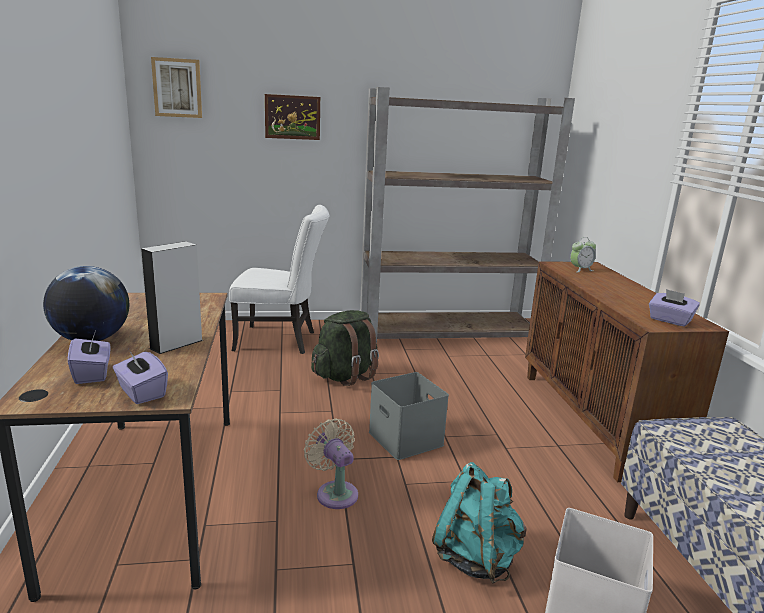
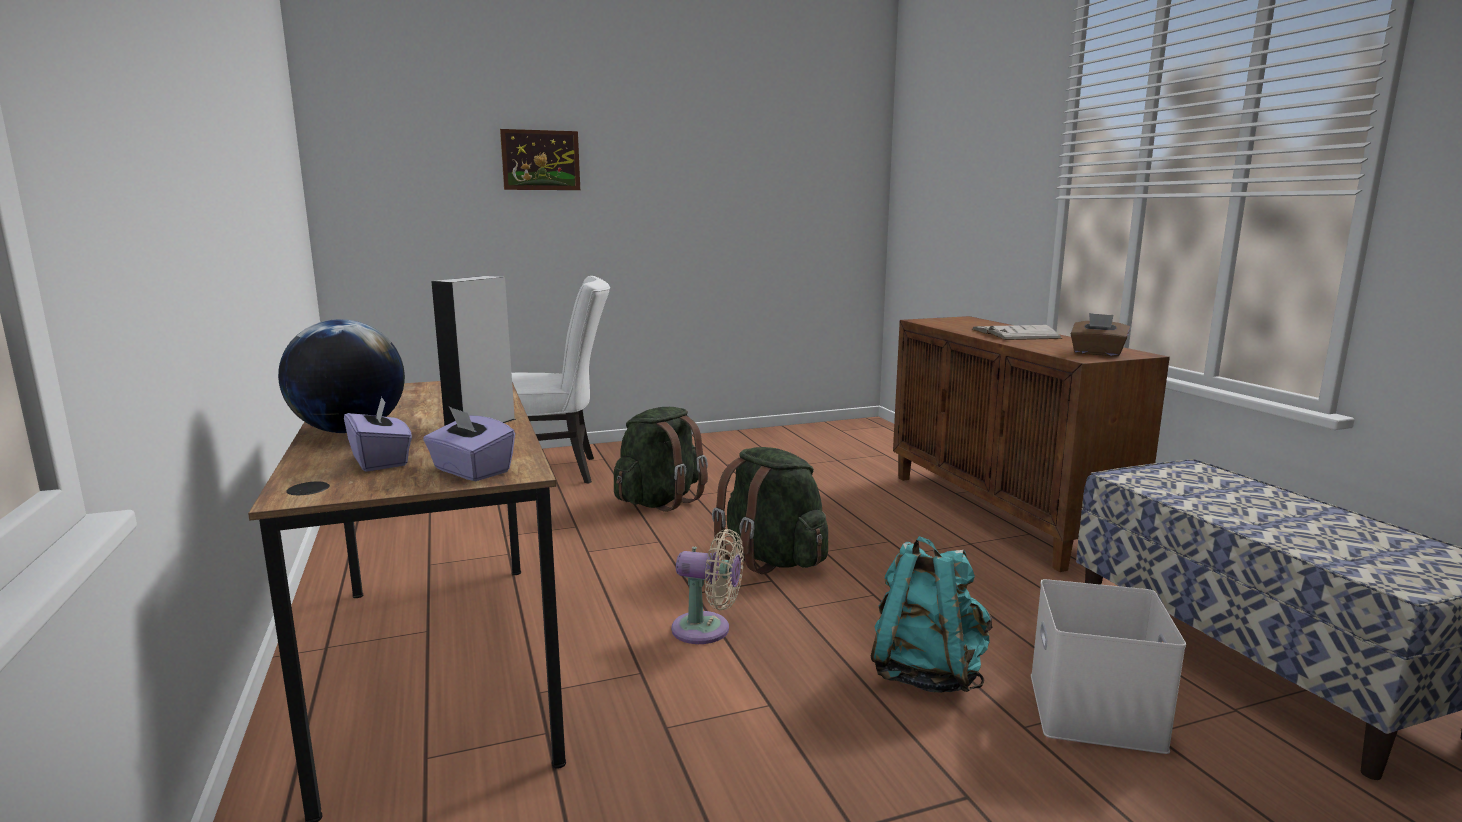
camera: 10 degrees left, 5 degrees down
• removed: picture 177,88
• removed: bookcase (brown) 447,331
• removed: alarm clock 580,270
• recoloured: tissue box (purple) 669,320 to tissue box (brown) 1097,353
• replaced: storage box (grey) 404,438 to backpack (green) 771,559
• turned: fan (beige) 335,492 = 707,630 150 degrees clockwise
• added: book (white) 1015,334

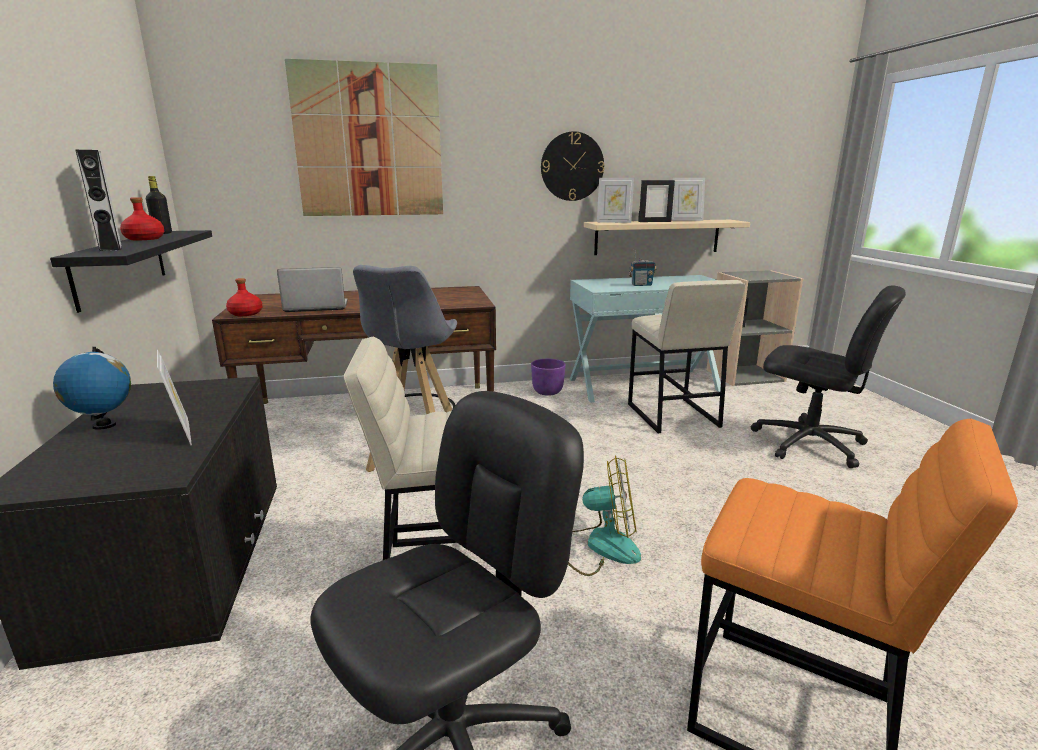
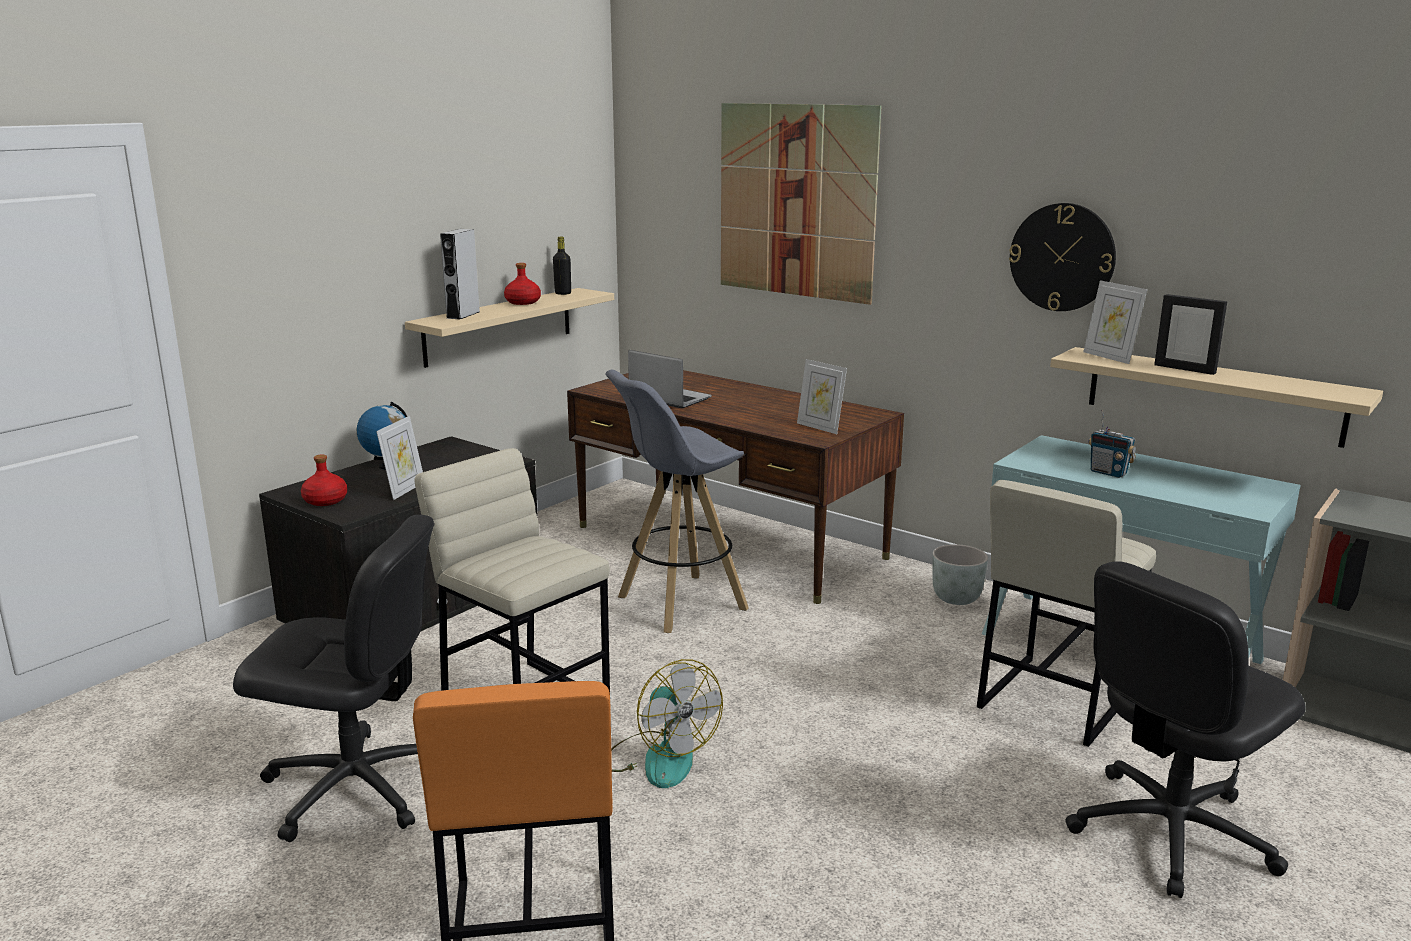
camera: 50 degrees right, 0 degrees up
• moved: picture frame 686,220 to 820,427
• recoloured: shelf (black) 121,266 to shelf (beige) 499,326
• moved: bottle (red) 245,314 to 325,501
• turned: office chair (black) 809,443 = 1170,832 60 degrees clockwise
• recoloured: planter (purple) 547,392 to planter (grey) 956,598

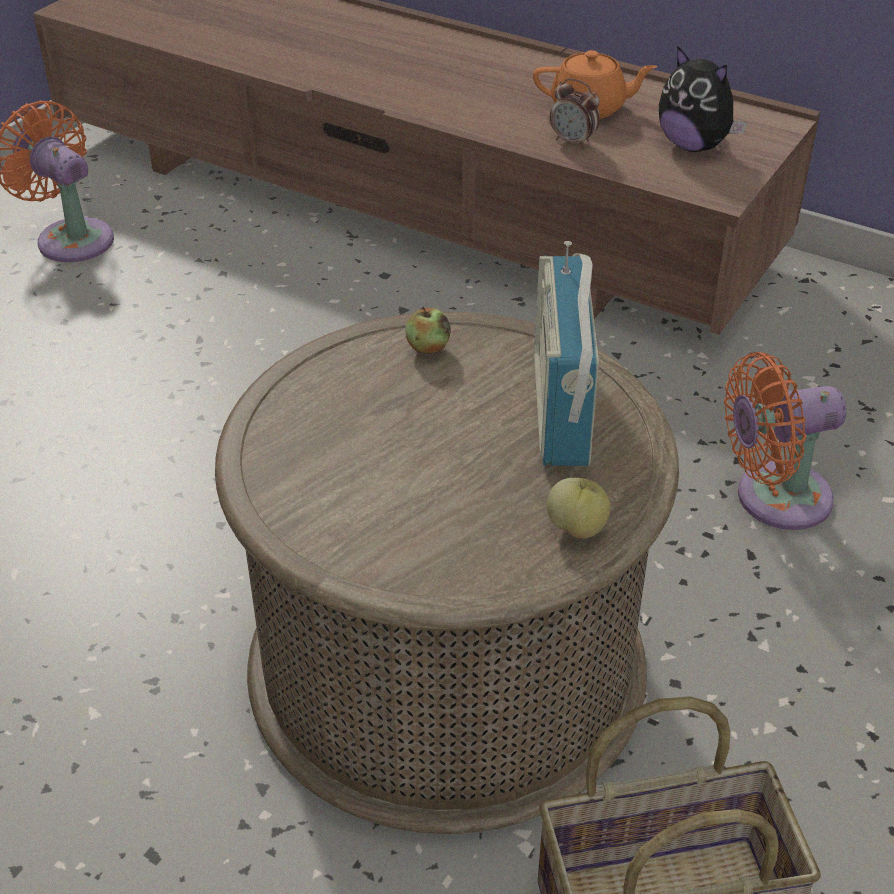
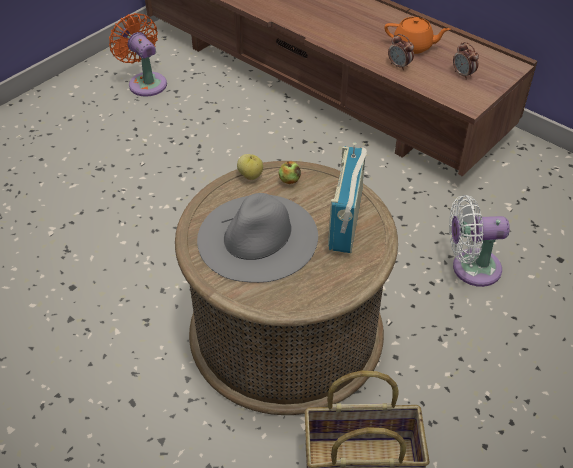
camera: 10 degrees right, 5 degrees up
• replaced: plush toy 694,146 to alarm clock 463,74
• recoloured: fan (orange) 773,498 to fan (white) 471,268
• moved: apple 577,527 to 250,175
• added: hat (grey) 258,237

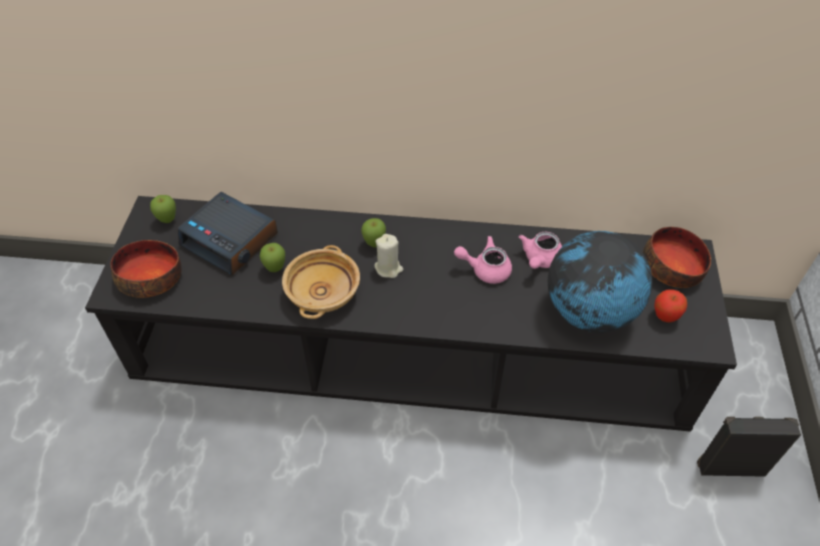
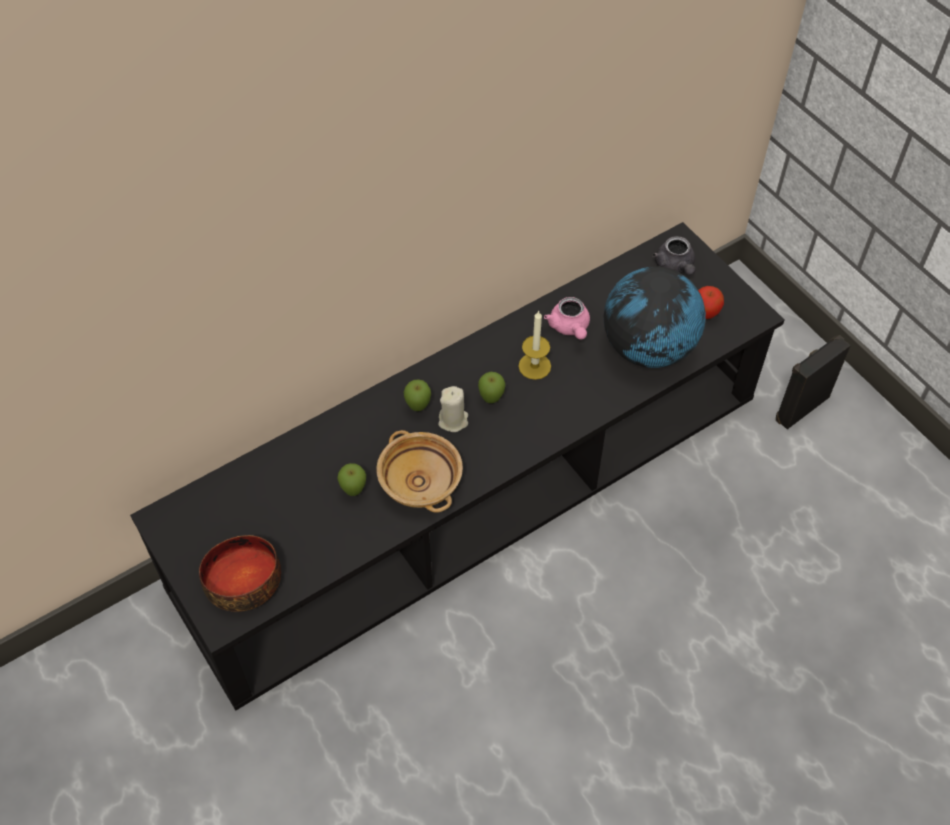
camera: 40 degrees left, 5 degrees up
• removed: alarm clock 231,240
• moved: apple 168,220 to 491,399
• replaced: bowl 673,267 to teapot (grey) 675,266
• replaced: teapot (pink) 485,269 to candle 534,366

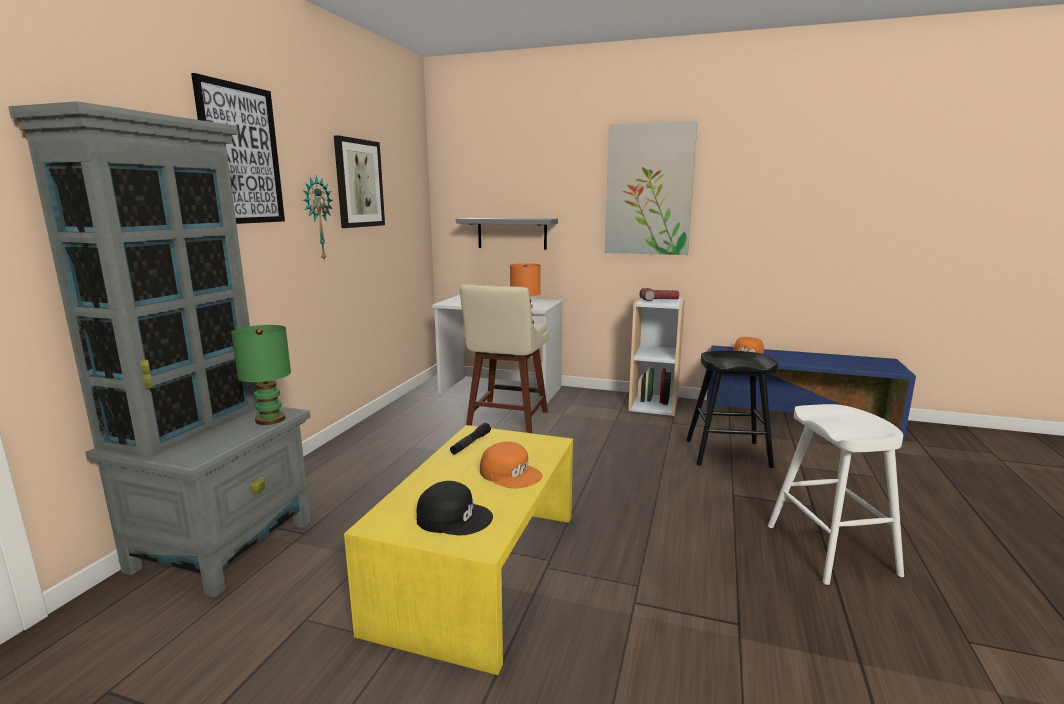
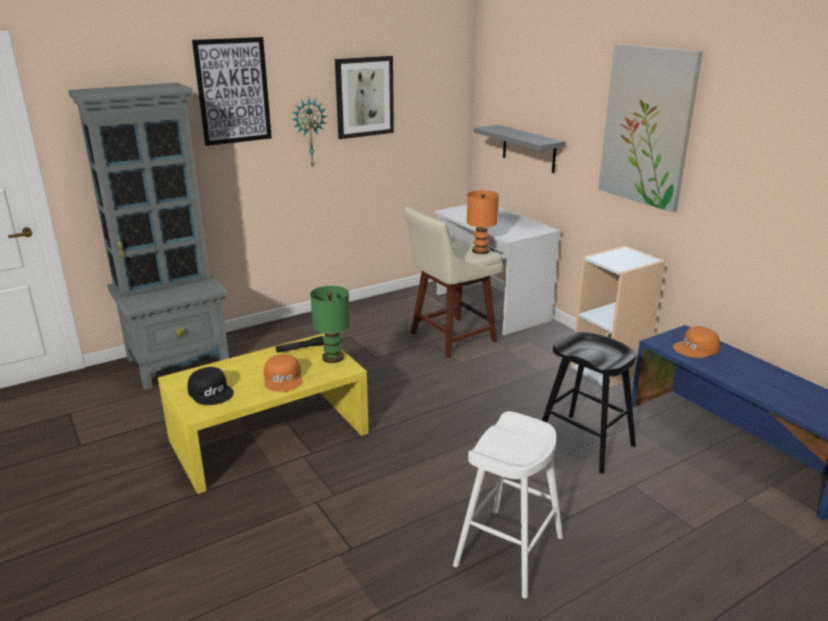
camera: 40 degrees right, 10 degrees up
• removed: flashlight 659,300
• moved: table lamp (green) 270,419 to 333,357

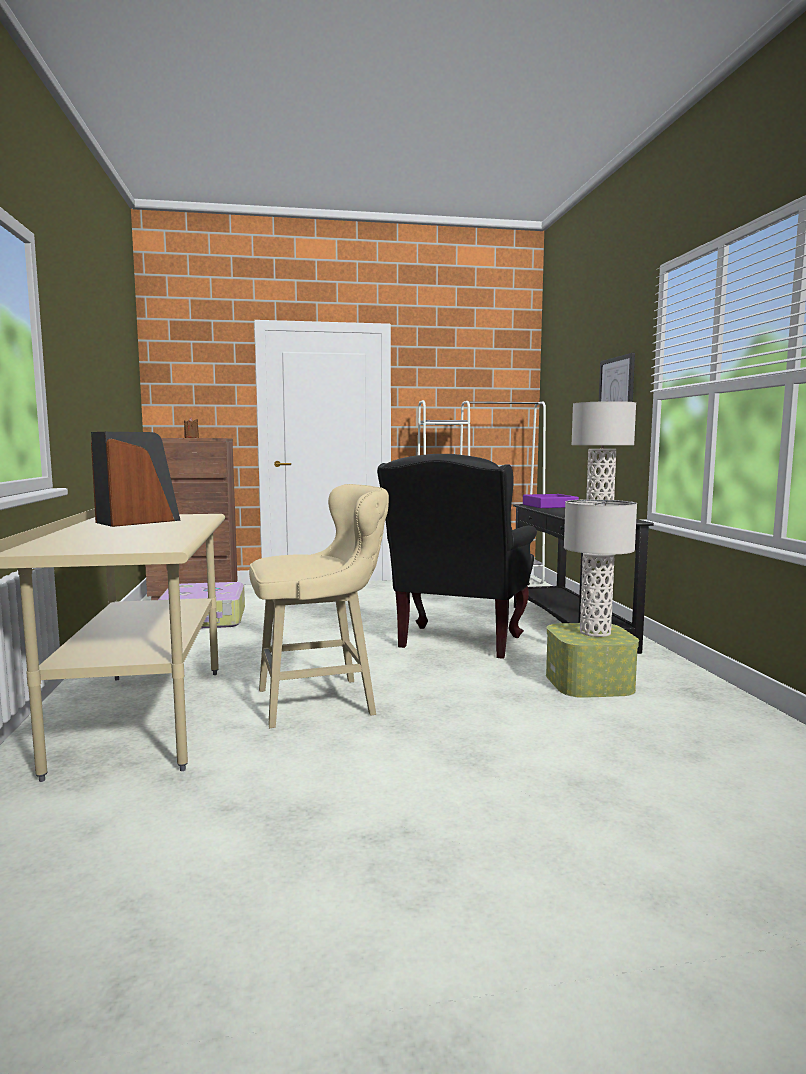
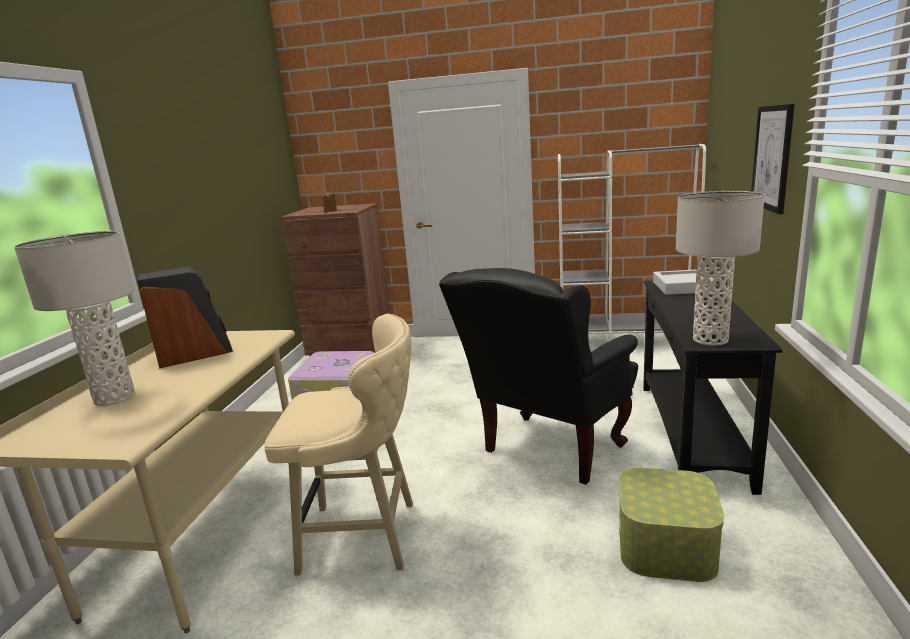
camera: 20 degrees right, 10 degrees up
• recoloured: tray (purple) 549,506 to tray (grey) 683,287
• moved: table lamp (white) 594,632 to 114,397

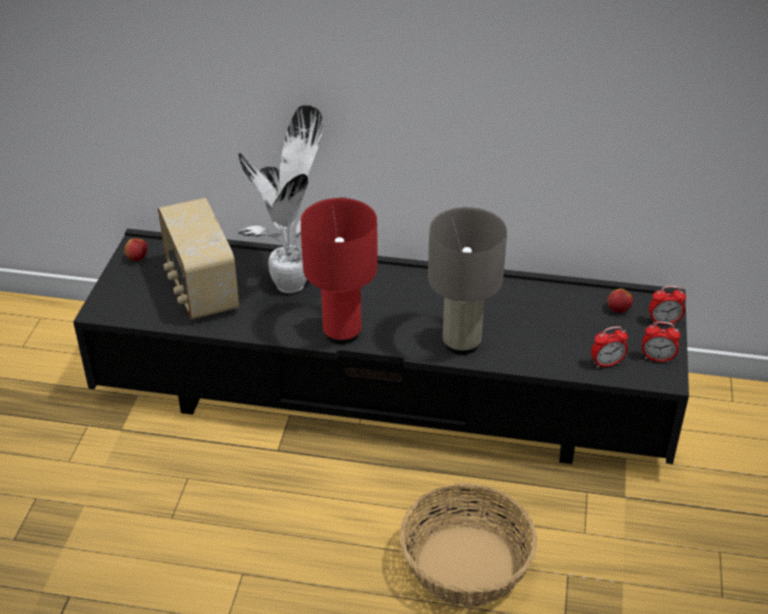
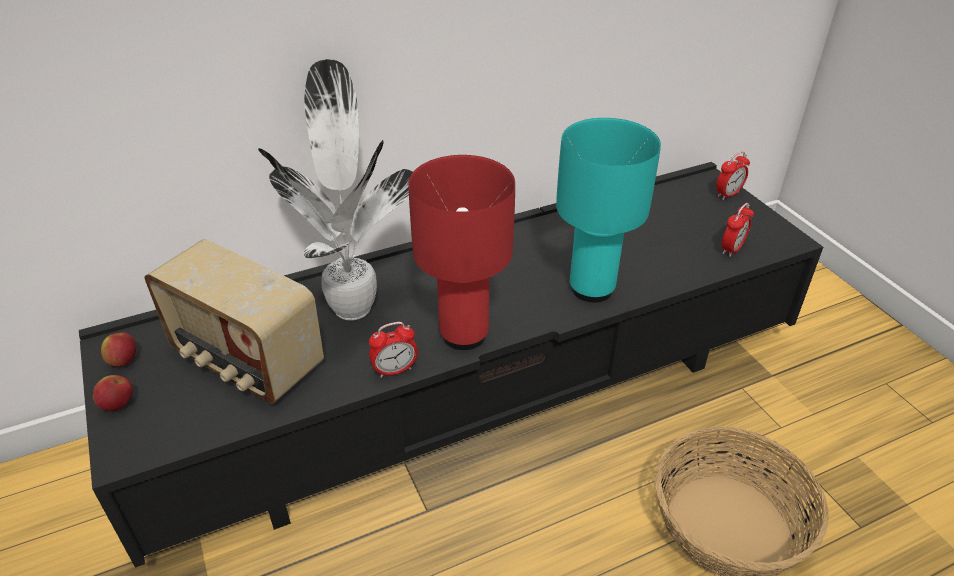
camera: 35 degrees left, 0 degrees up
• recoloured: table lamp (grey) 461,344 to table lamp (turquoise) 593,289
• moved: apple 618,309 to 118,404
• moved: alarm clock 657,358 to 395,370

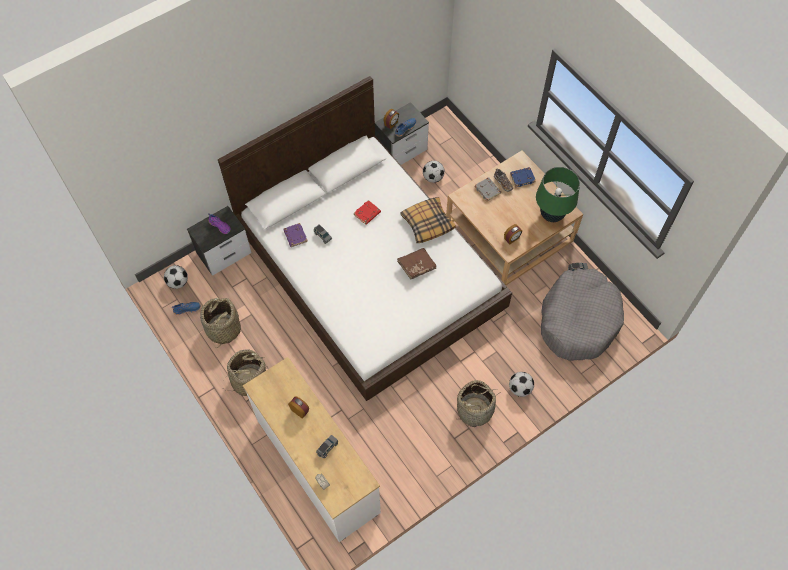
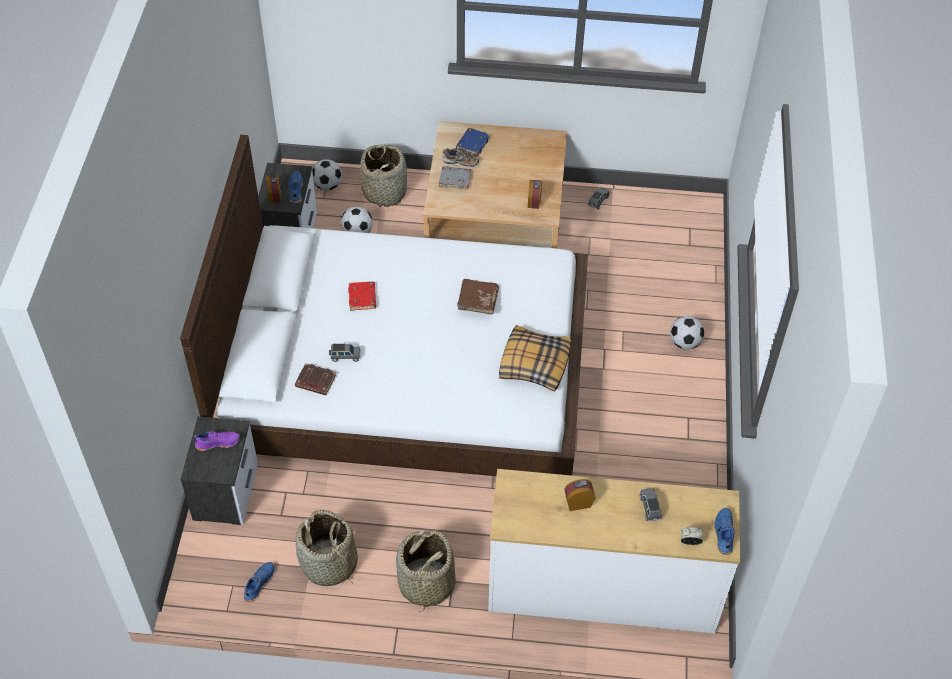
camera: 50 degrees left, 10 degrees down
• removed: table lamp (green) 551,215
• moved: pillow 427,223 to 534,364
• recoloured: book (purple) 295,236 to book (brown) 315,382
• moved: football 178,282 to 327,185
• removed: dog bed (grey) 578,320
• moved: basket 475,410 to 384,191
• added: shoe (blue) 723,534

